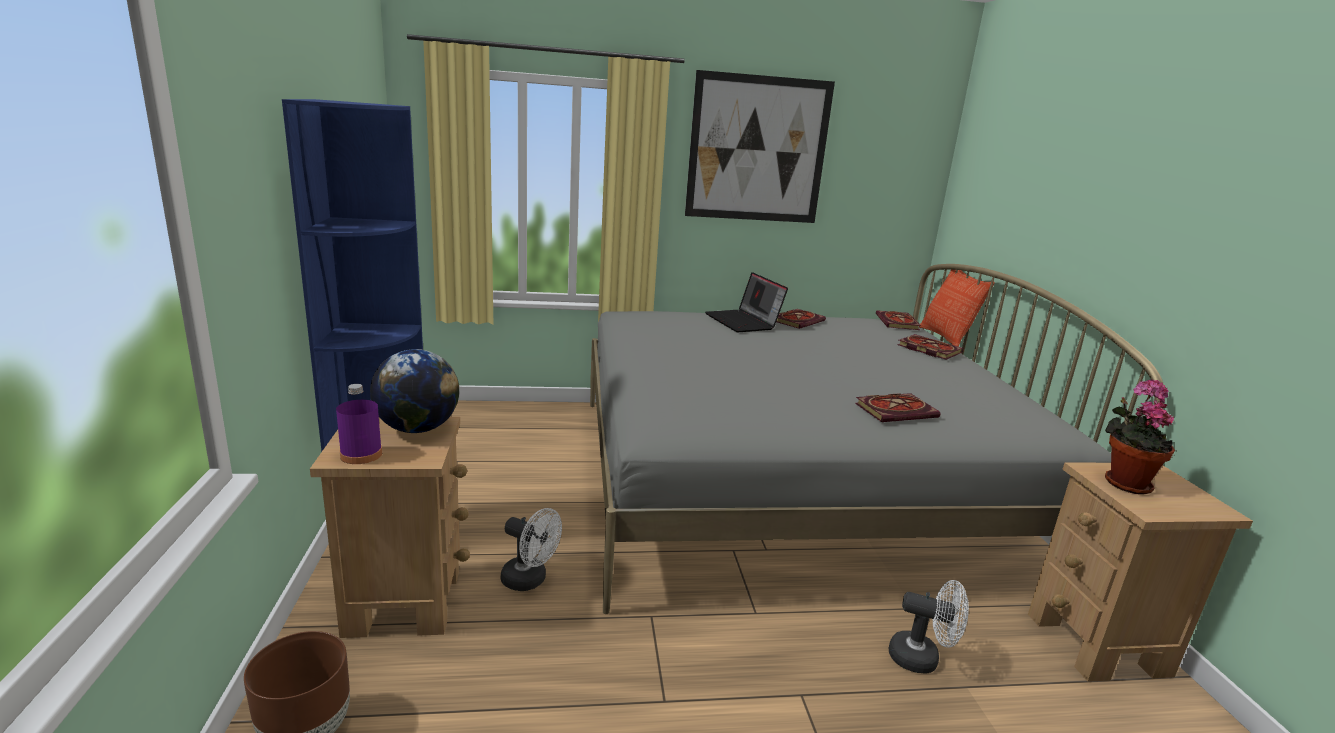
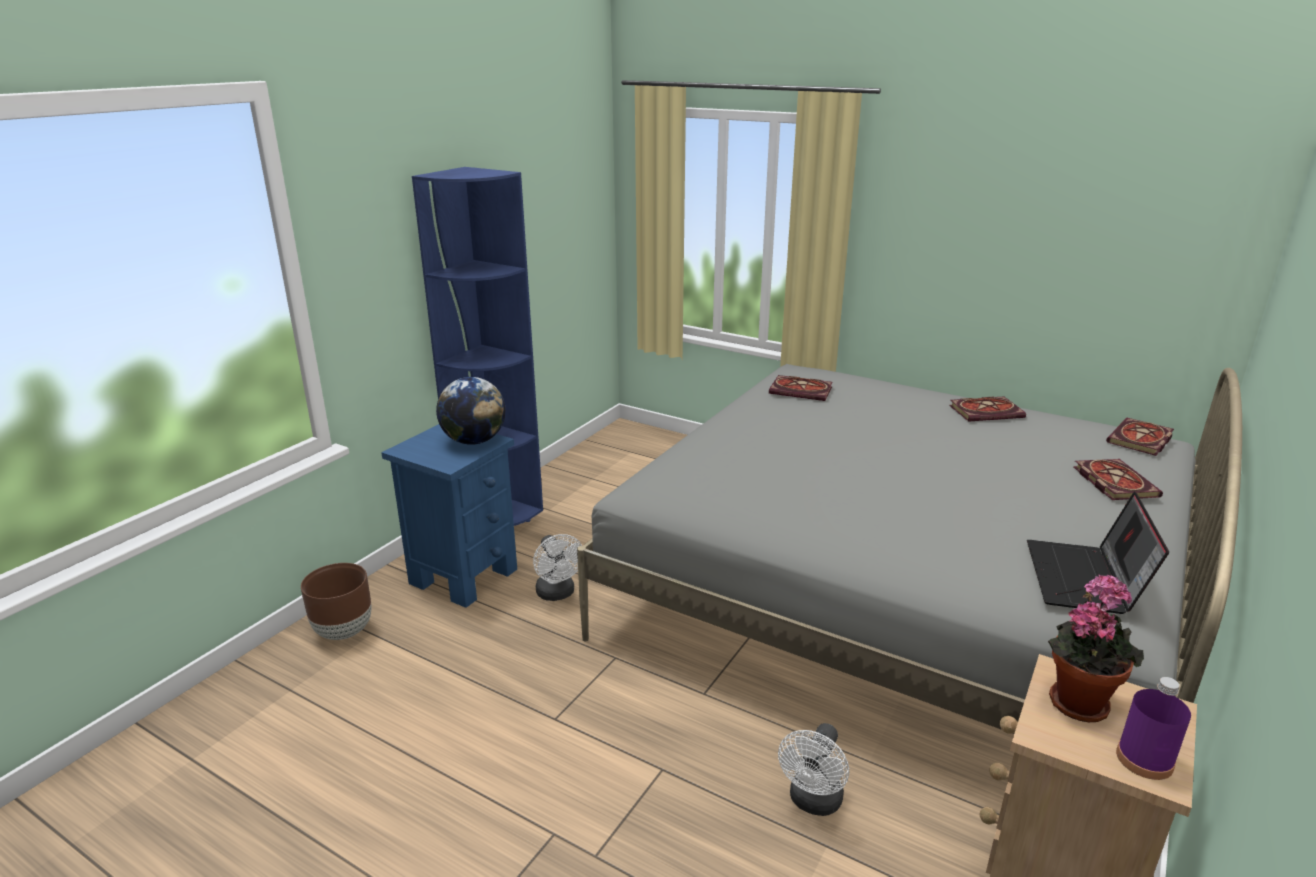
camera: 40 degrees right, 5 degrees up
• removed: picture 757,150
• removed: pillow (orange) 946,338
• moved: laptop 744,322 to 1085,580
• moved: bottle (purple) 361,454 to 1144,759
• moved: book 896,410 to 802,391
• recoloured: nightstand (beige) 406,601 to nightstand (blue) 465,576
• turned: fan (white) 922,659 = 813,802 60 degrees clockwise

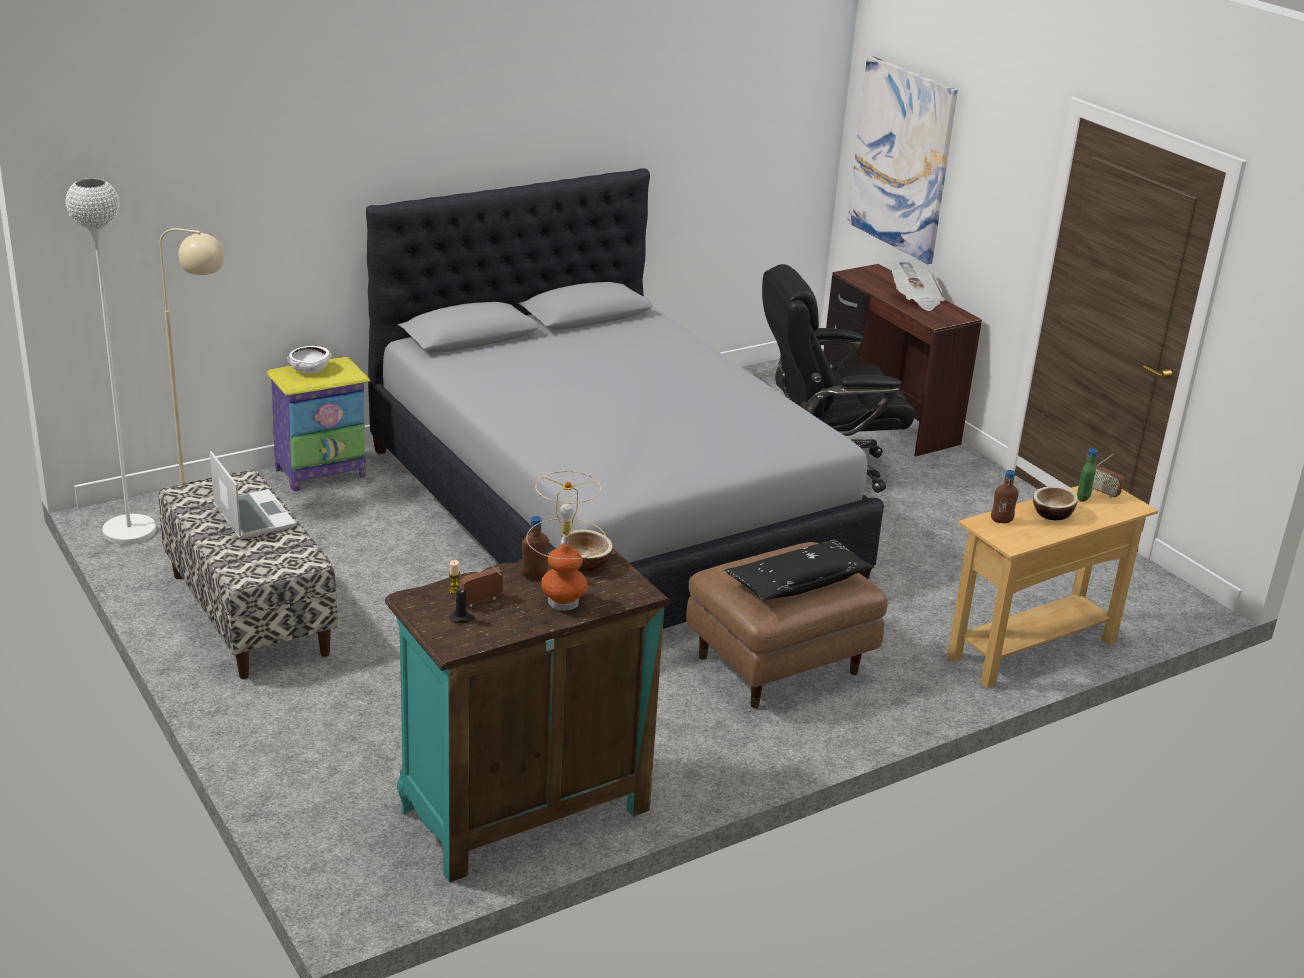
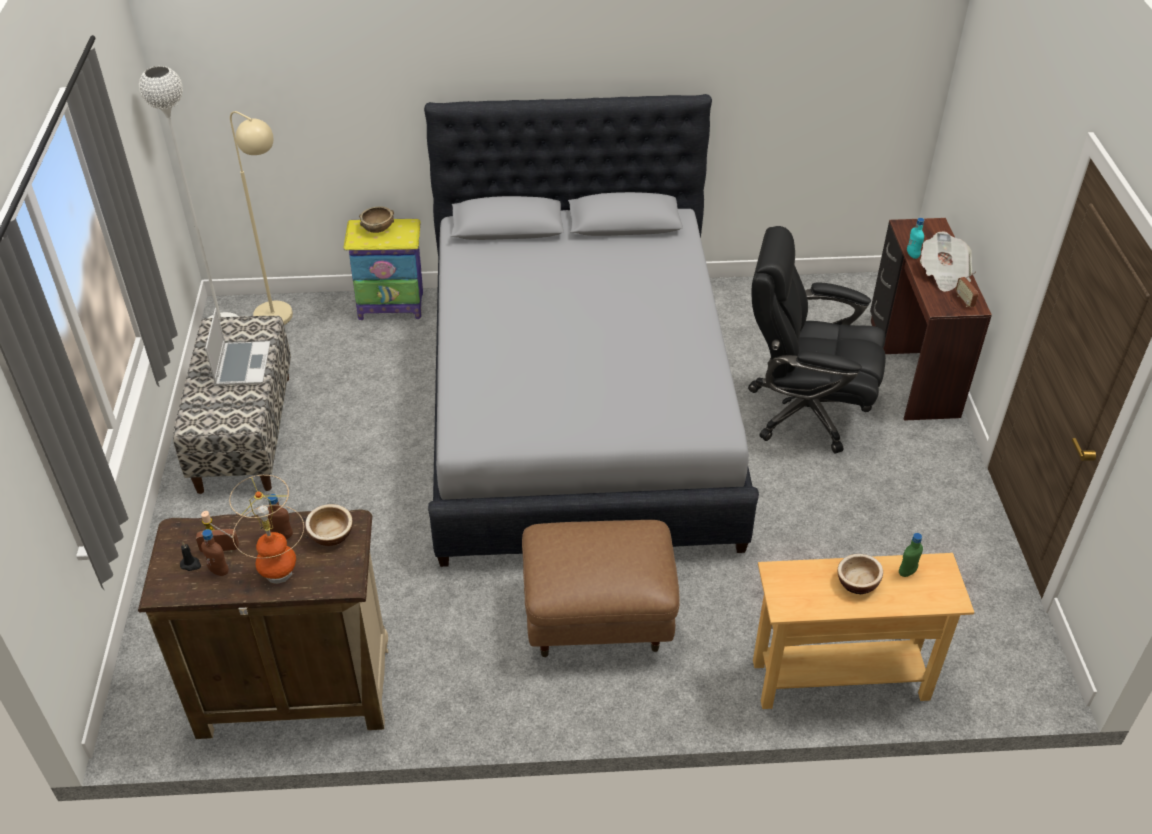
camera: 30 degrees right, 15 degrees up
• removed: picture 902,159
• recoloured: bowl (white) 310,370 to bowl (brown) 378,228
• moved: radio 1102,492 to 964,300
• moved: bottle (brown) 1001,521 to 219,571
• removed: pillow (black) 798,582
• recoloured: dresser (turquoise) 521,807 to dresser (beige) 295,688
• added: bottle (turquoise) 912,255

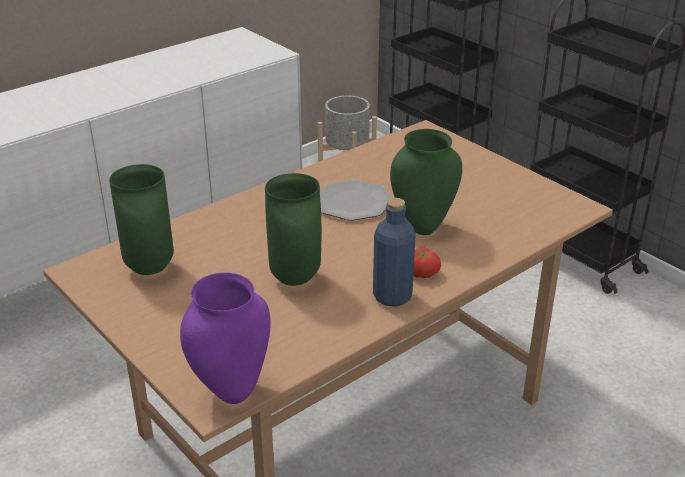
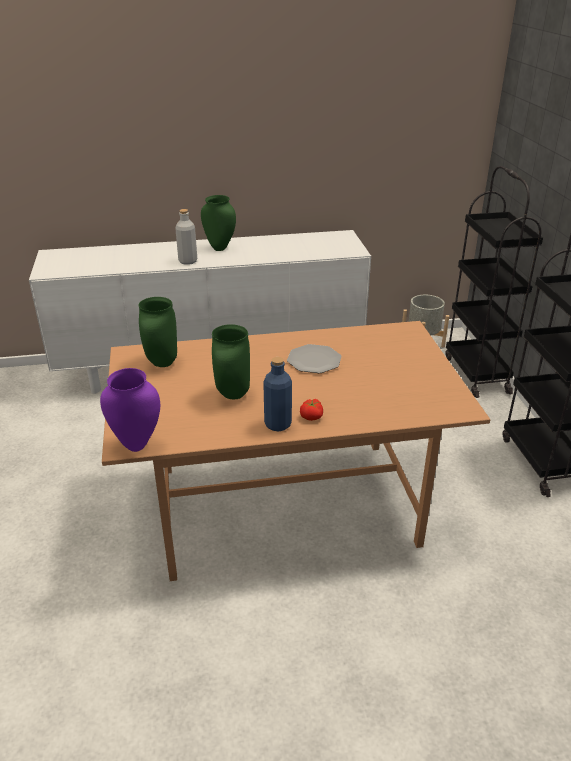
camera: 30 degrees right, 0 degrees up
• moved: vase (green) 423,228 to 219,248
• added: bottle (grey) 188,261

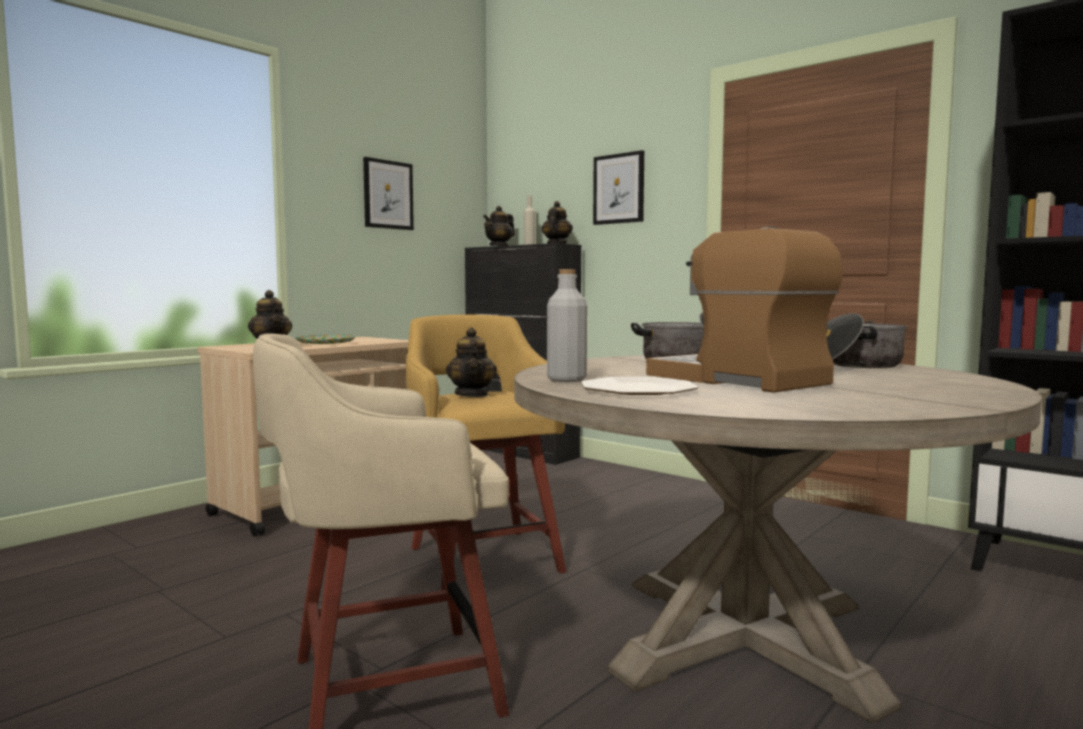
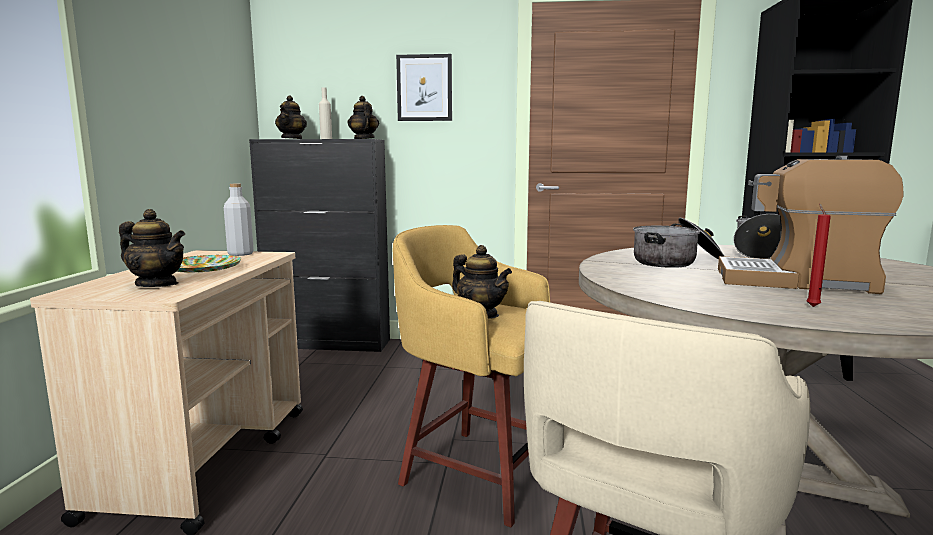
camera: 35 degrees left, 5 degrees up
• removed: picture 388,194
• moved: bottle (grey) 566,380 to 240,254
• replaced: plate 639,389 to candle (red) 812,306

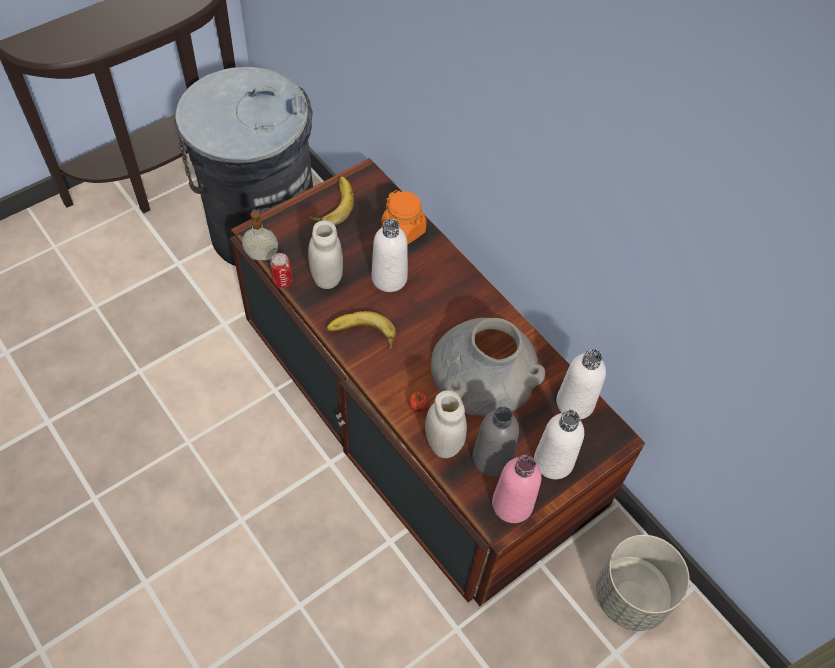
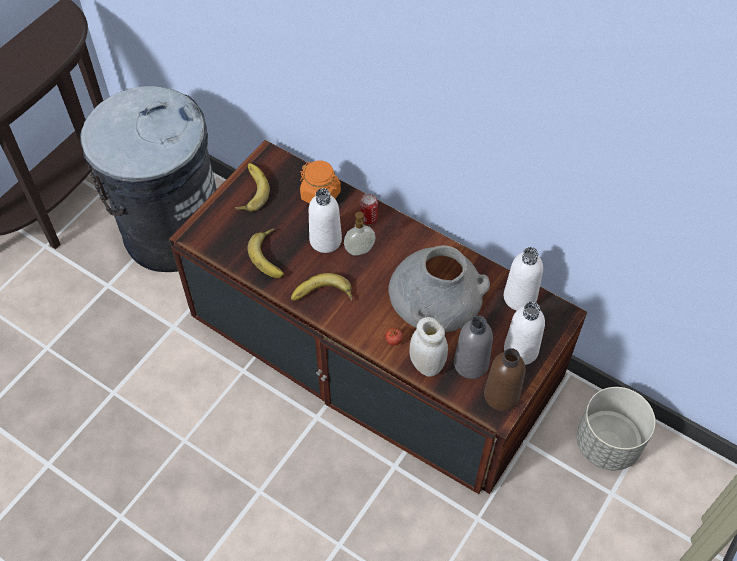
camera: 15 degrees left, 0 degrees up
• moved: soap dispenser 262,256 to 360,251
• replaced: jar (white) 327,278 to banana 271,256
• moved: can 282,281 to 369,218
• recoloured: bottle (pink) 512,504 to bottle (brown) 501,395

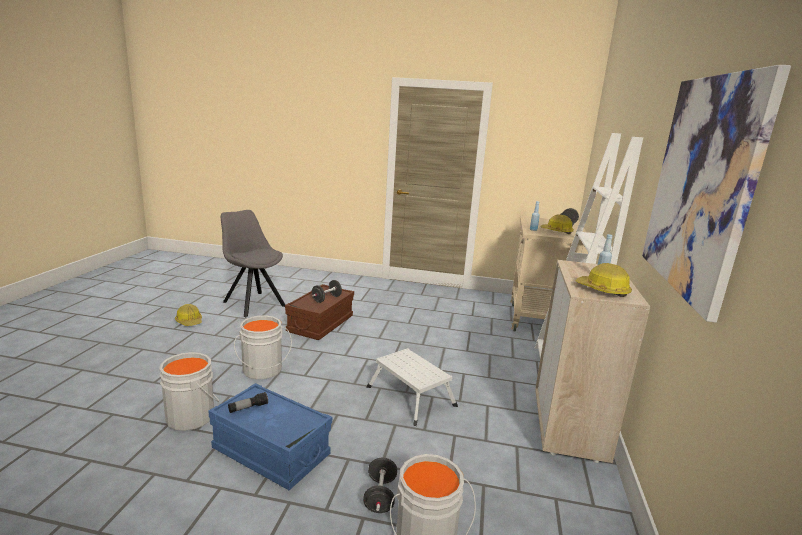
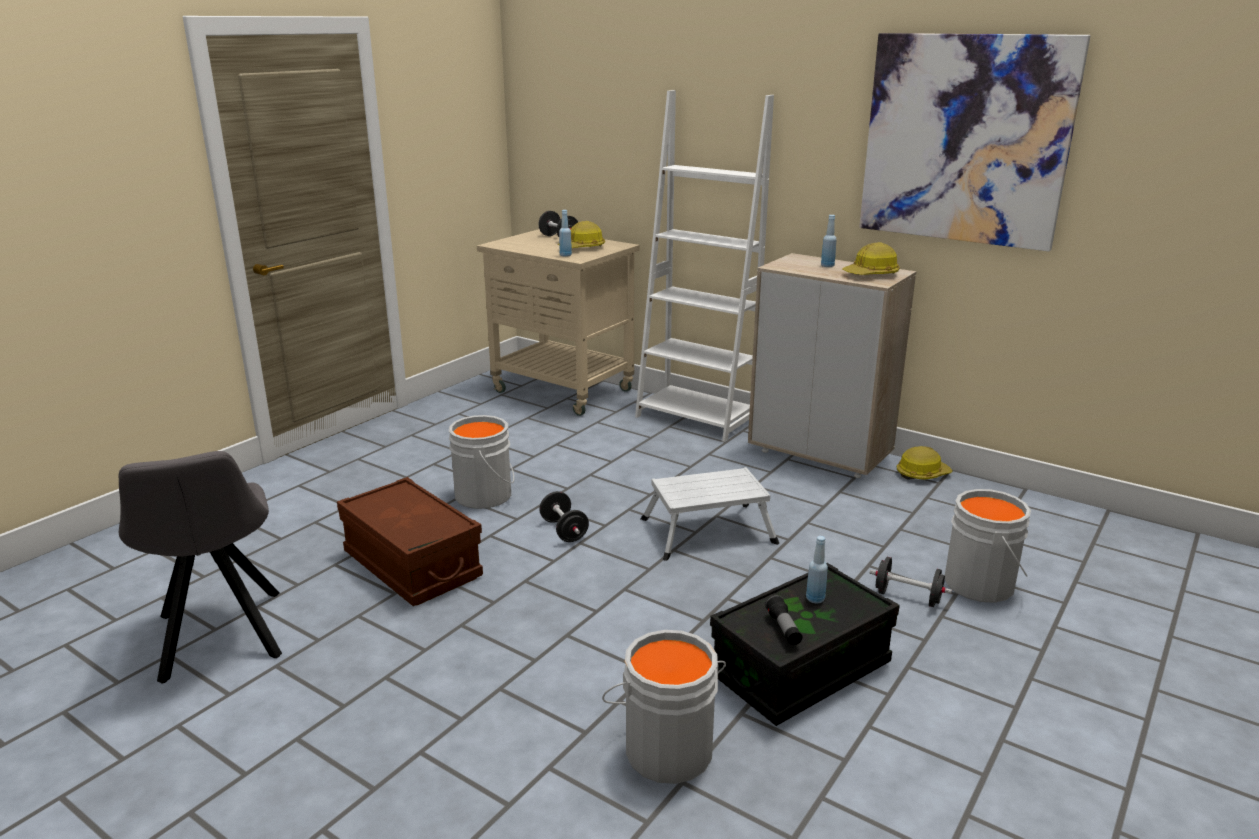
camera: 65 degrees left, 5 degrees up
• turned: chair (grey) 253,304 = 221,636 90 degrees counterclockwise
• moved: dumbbell (black) 326,299 to 564,530
• moved: hard hat 189,321 to 922,474
• moved: bucket (grey) 263,370 to 486,495
• recoloured: storage box (blue) 271,452 to storage box (black) 800,670
• added: bottle (blue) 815,599

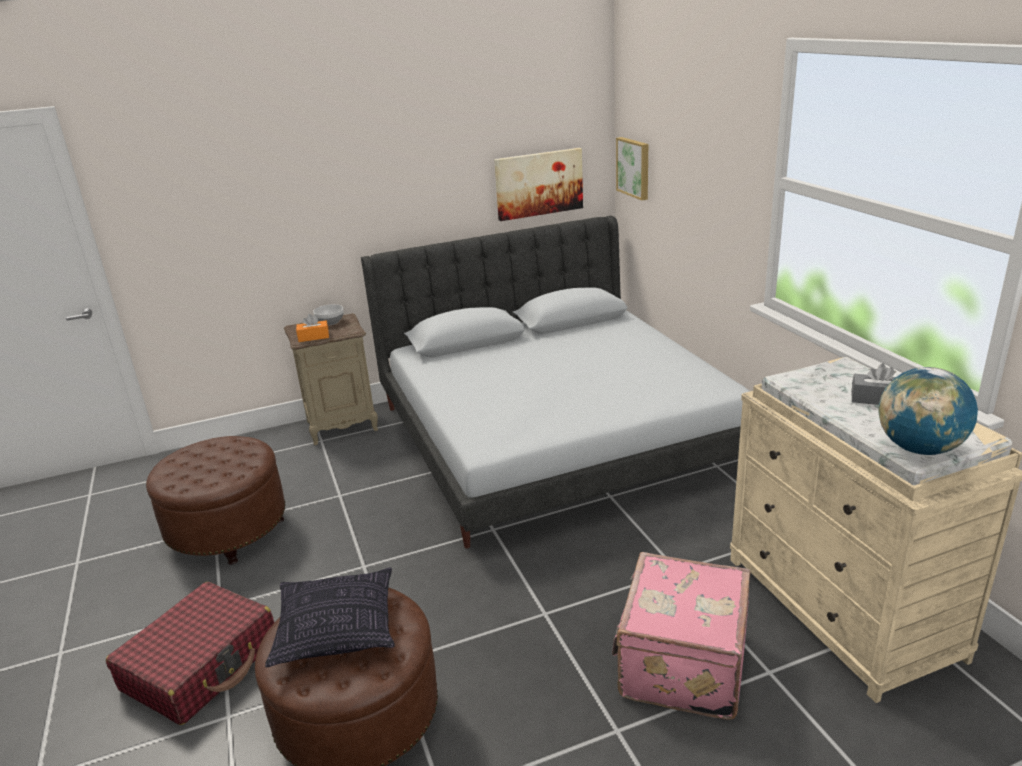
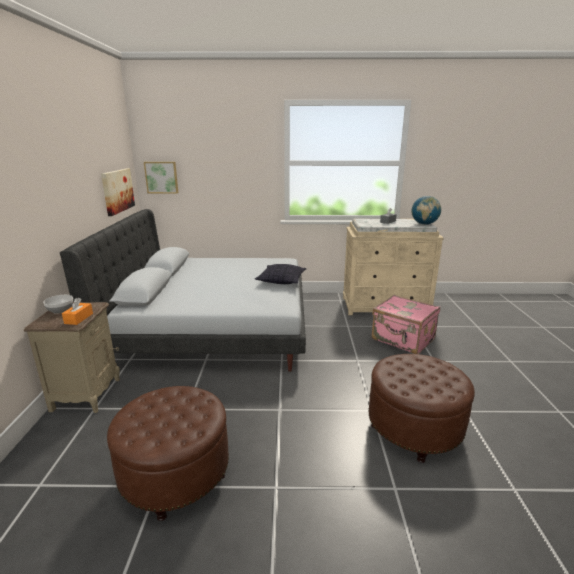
camera: 70 degrees left, 5 degrees down
• moved: pillow 337,630 to 281,281
• removed: suitcase (red) 201,665

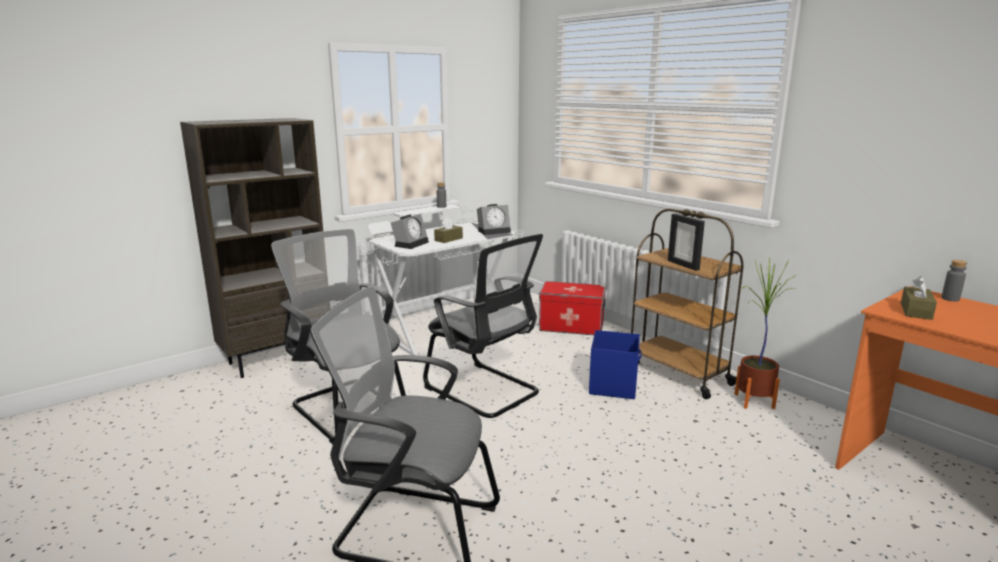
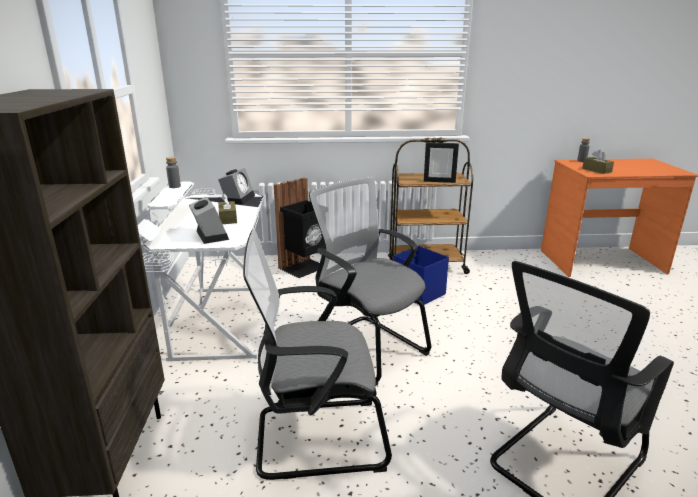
camera: 55 degrees left, 5 degrees up
• turned: chair 484,391 = 368,346 120 degrees counterclockwise
• removed: potted plant 754,401
• replaced: storage box 571,326 to trash can (black) 304,268

